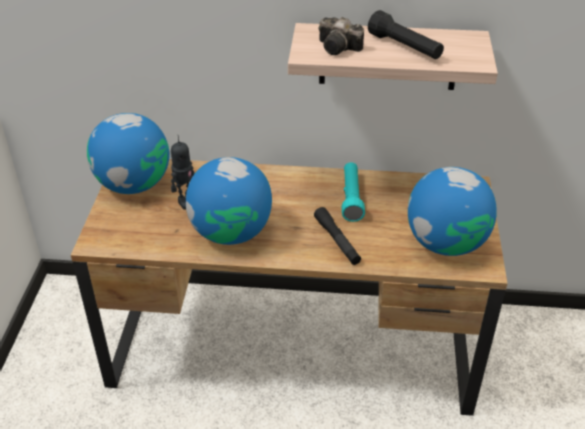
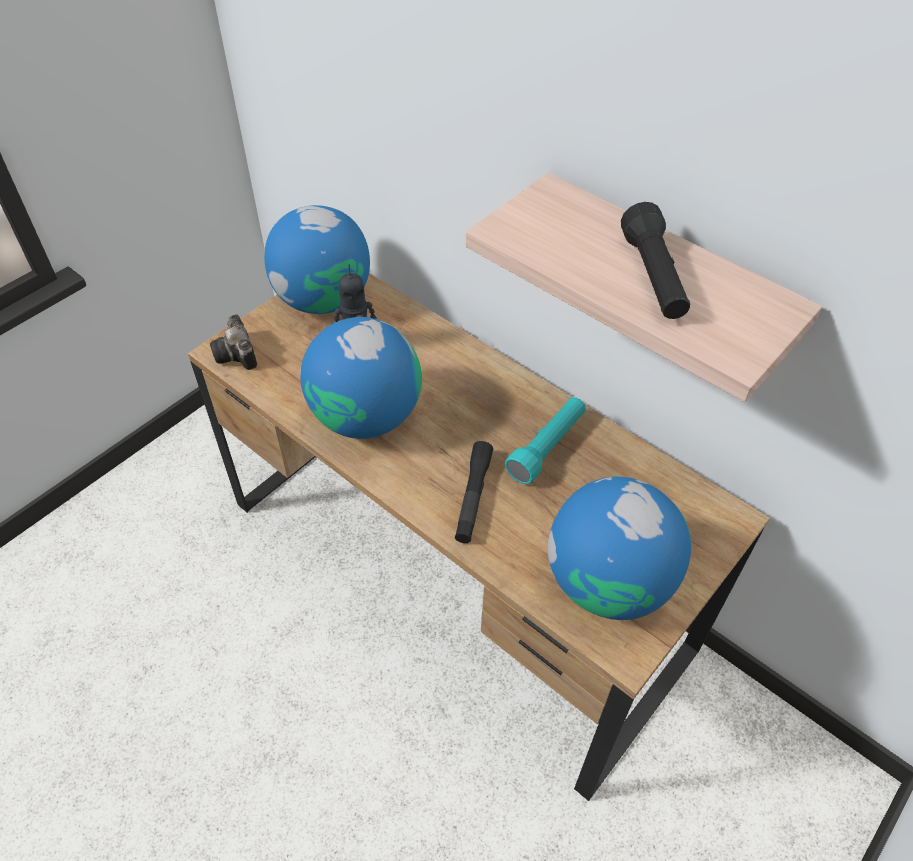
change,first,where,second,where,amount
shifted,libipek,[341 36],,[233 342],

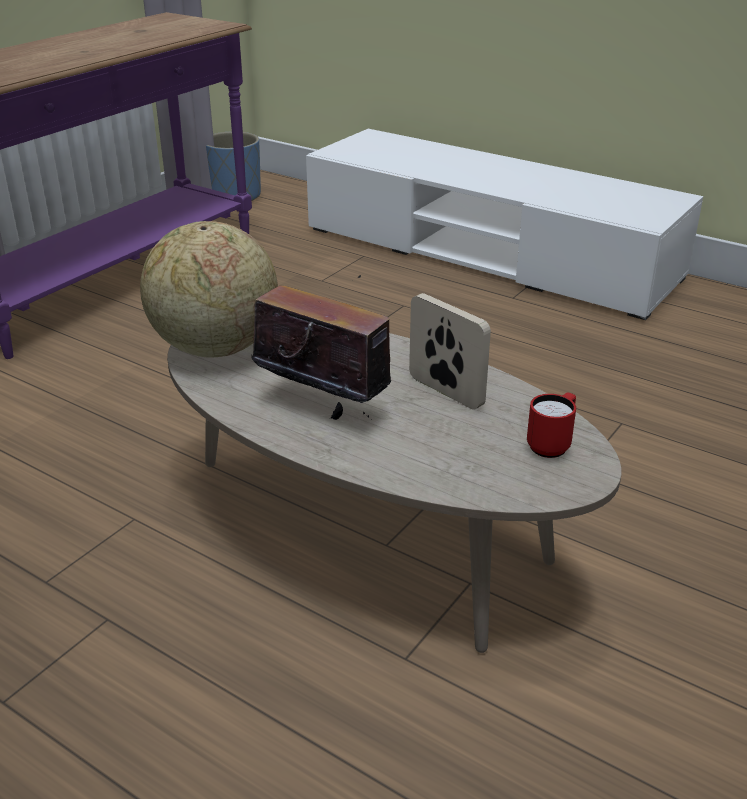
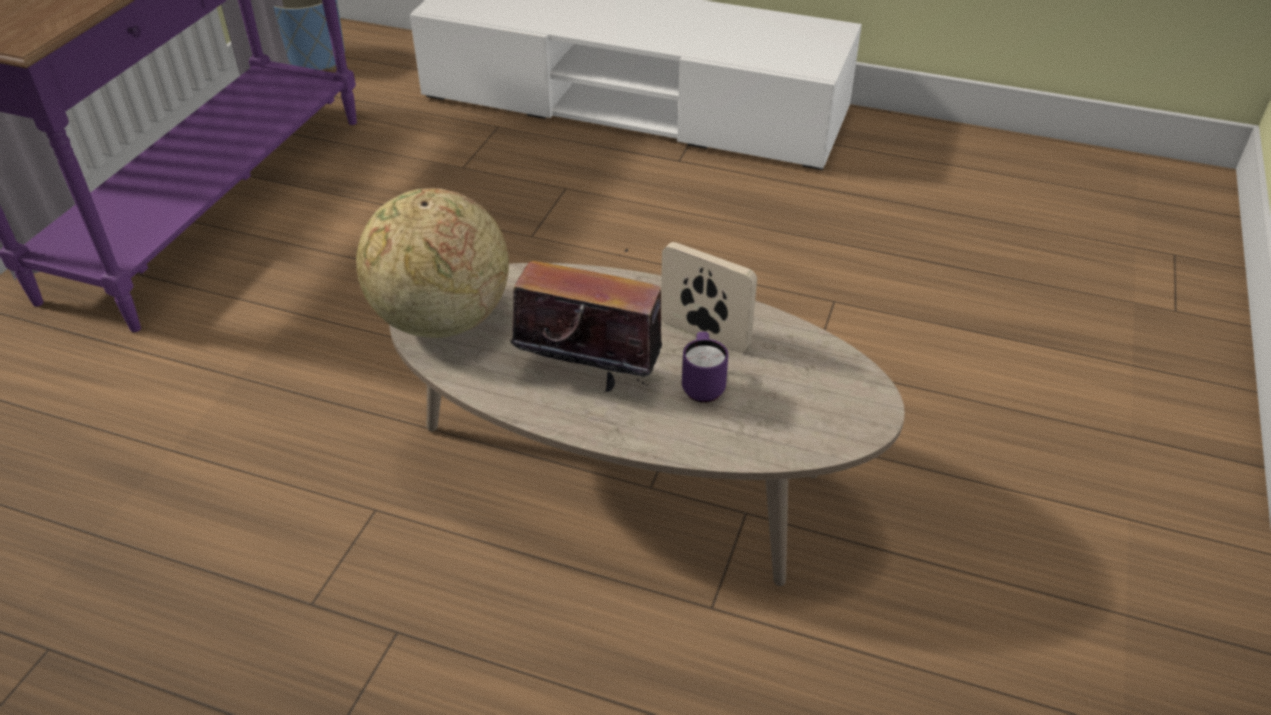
change,first,where,second,where,amount
gone,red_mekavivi,[551 425],,,
new,,,purple_mekavivi,[705 367],

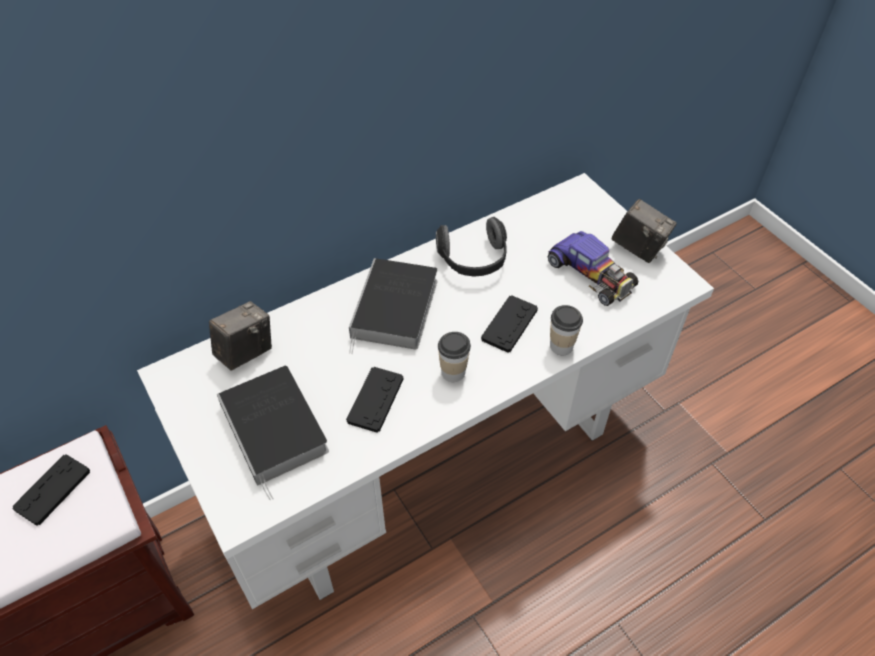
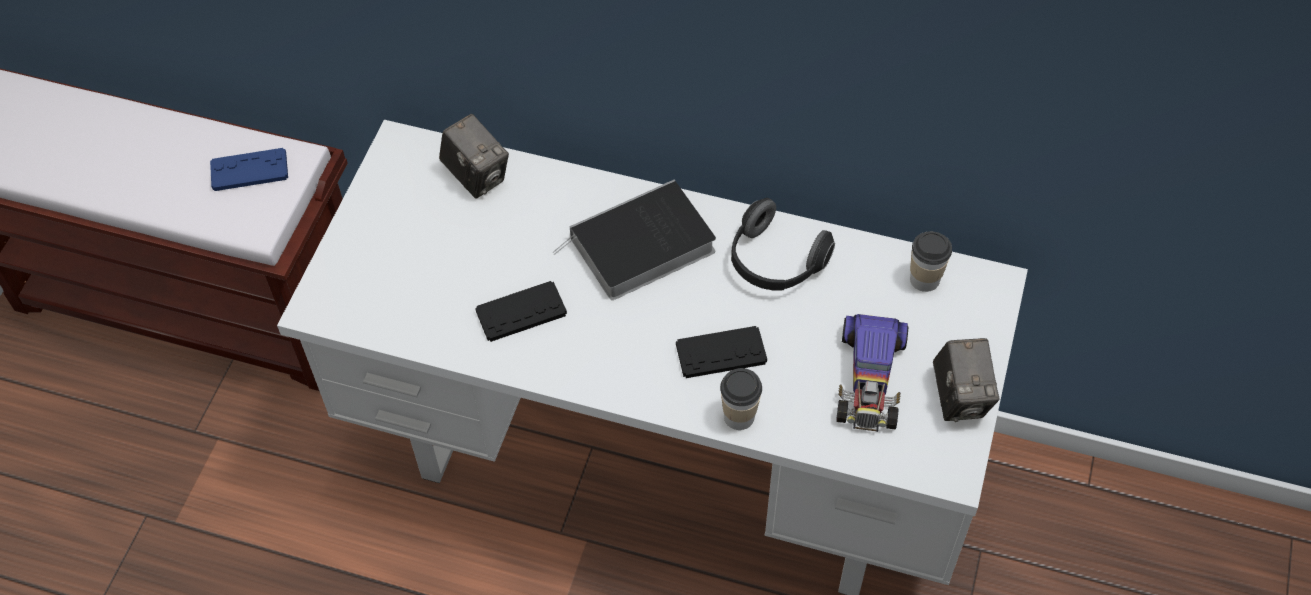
change,first,where,second,where,amount
rotated,libipek,[240 336],,[474 156],45 degrees clockwise
shifted,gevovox,[454 357],,[931 261],
gone,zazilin,[273 433],,,
repainted,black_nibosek,[51 490],blue_nibosek,[249 169],

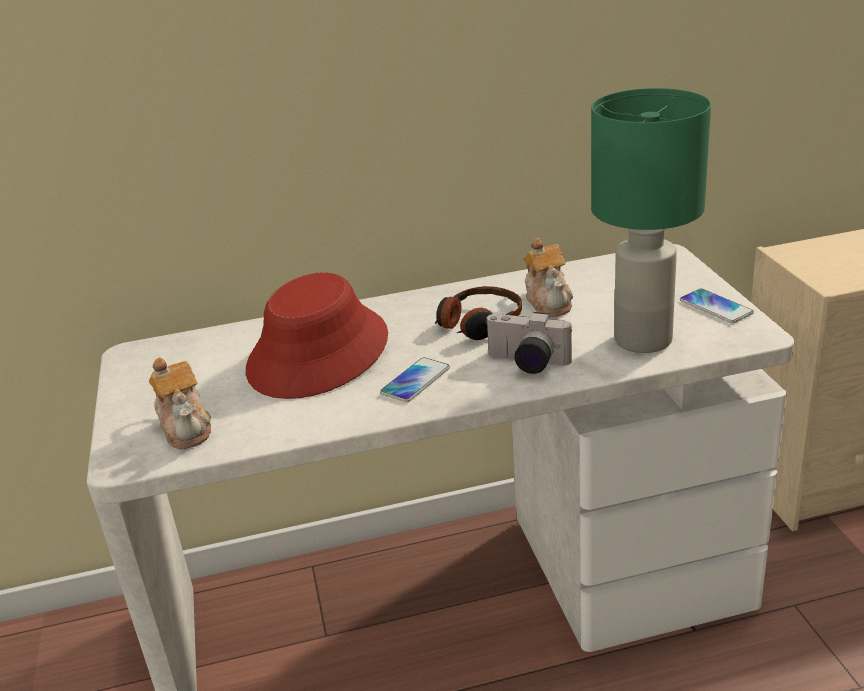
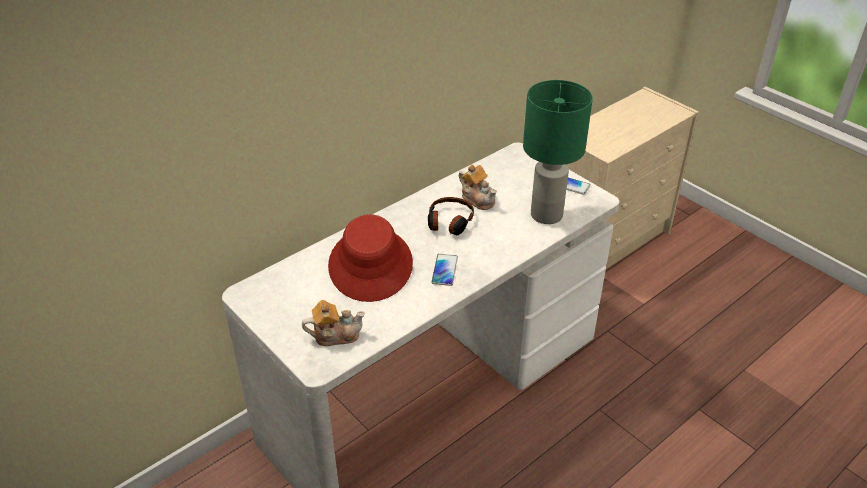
change,first,where,second,where,amount
gone,libipek,[528 343],,,
rotated,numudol,[180 403],,[333 323],45 degrees counterclockwise

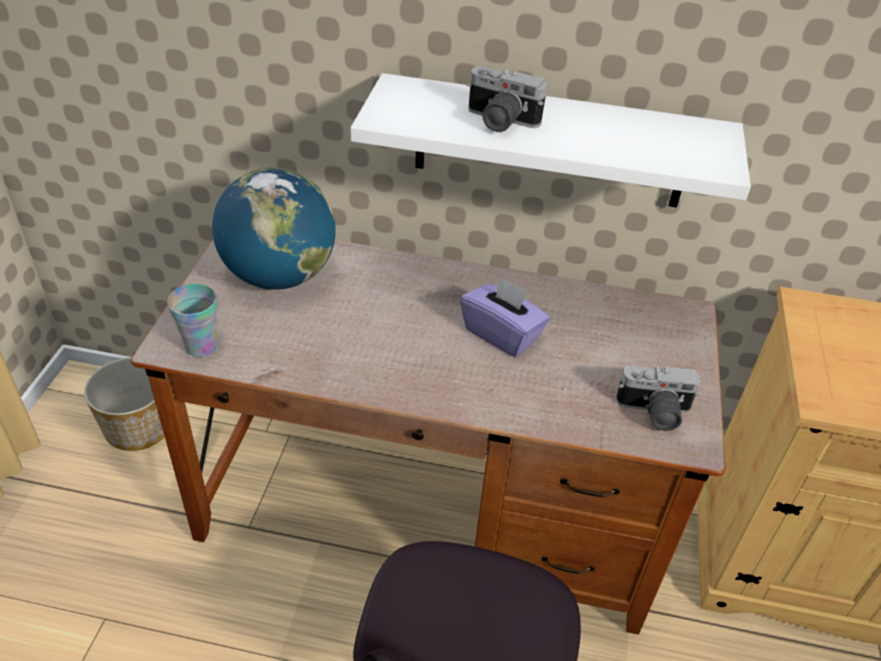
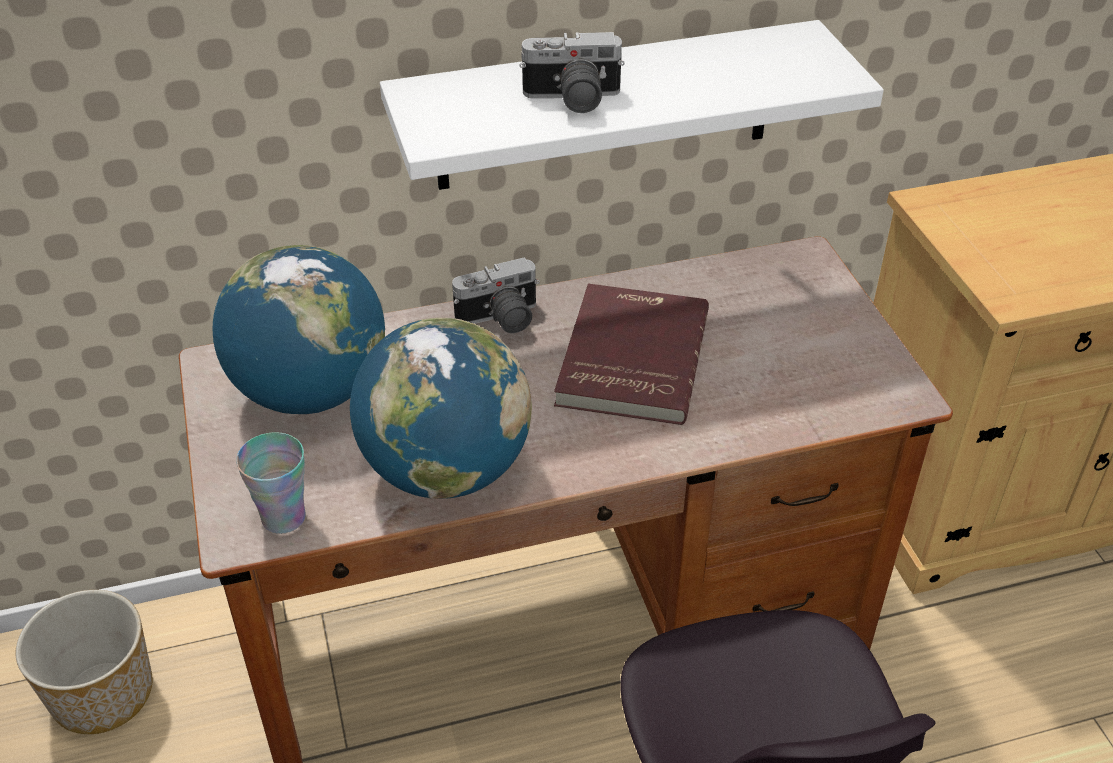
change,first,where,second,where,amount
swapped,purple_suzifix,[505 316],red_zazilin,[631 354],
shifted,libipek,[658 398],,[496 295],
new,,,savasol,[441 408],

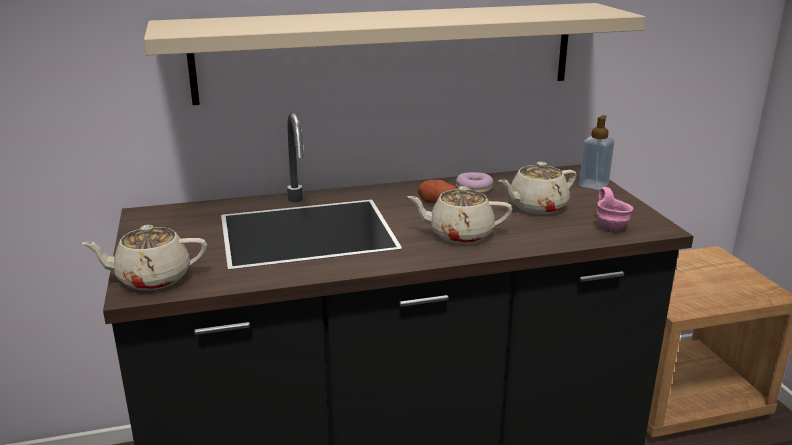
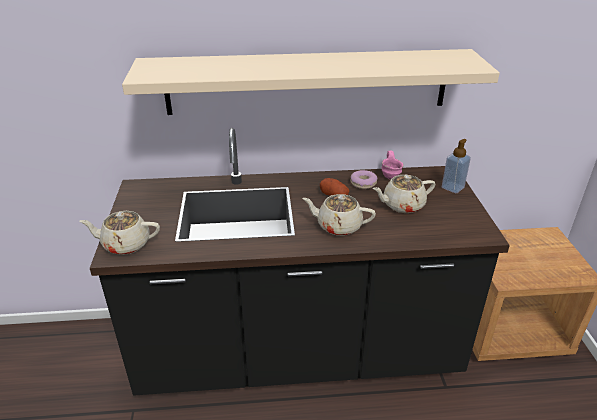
change,first,where,second,where,amount
shifted,pink_mekavivi,[615 209],,[392 165],

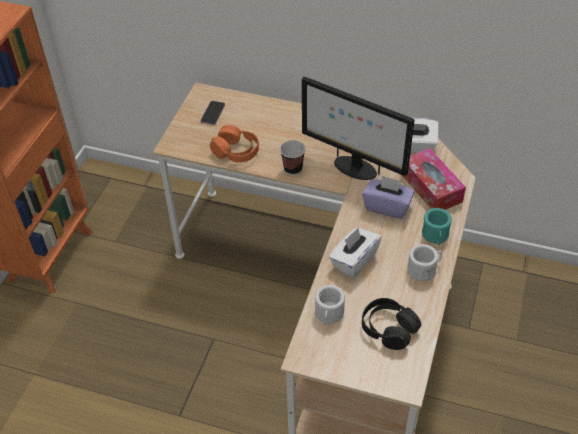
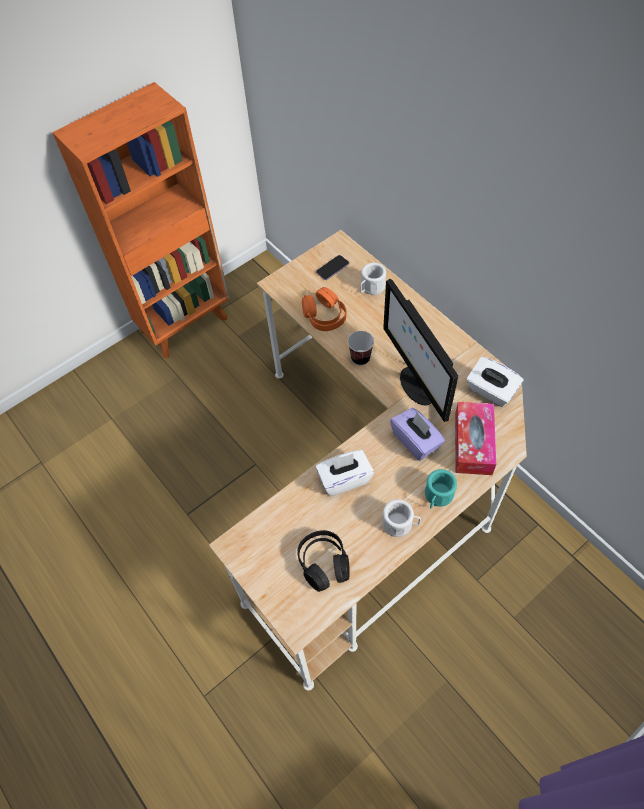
change,first,where,second,where,amount
shifted,white_mekavivi,[330 305],,[373 279],

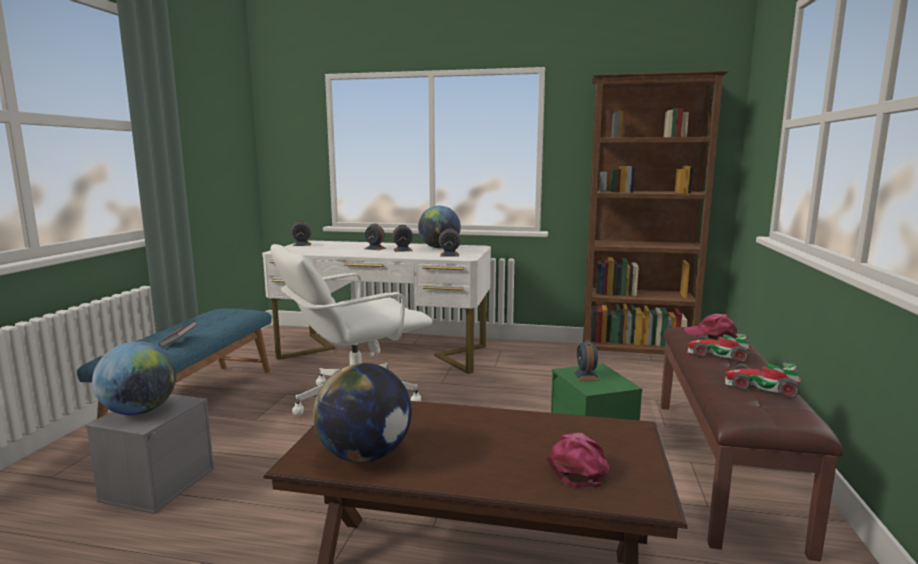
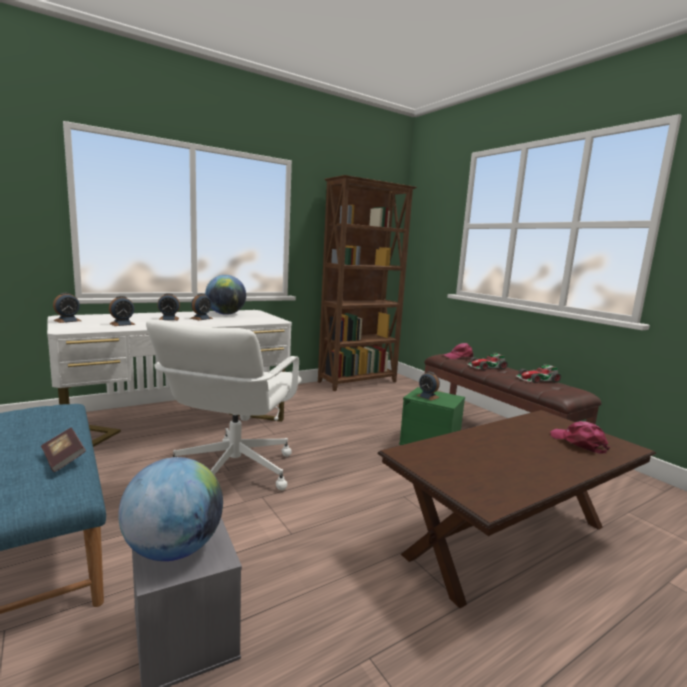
change,first,where,second,where,amount
shifted,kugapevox,[450 242],,[122 311],
gone,savasol,[362 413],,,

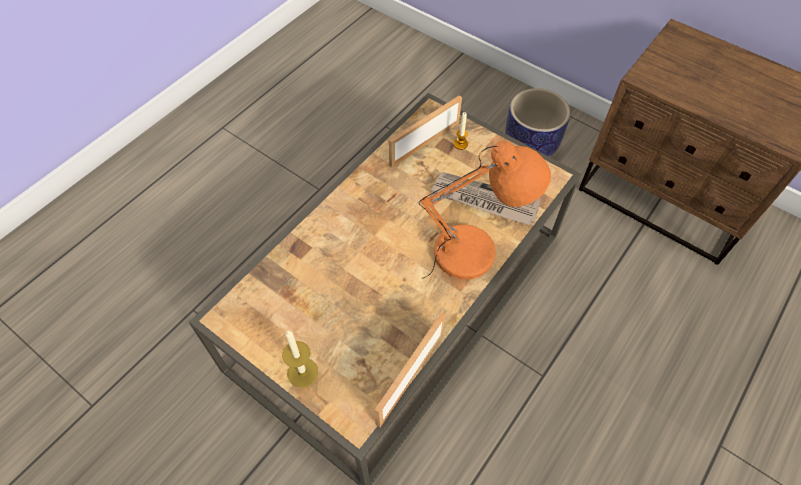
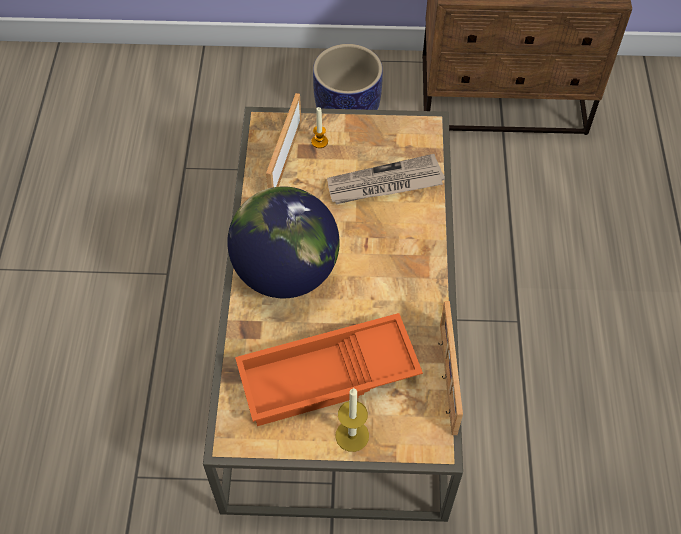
change,first,where,second,where,amount
gone,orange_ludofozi,[485 210],,,
new,,,savasol,[283 242],
new,,,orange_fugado,[329 369],

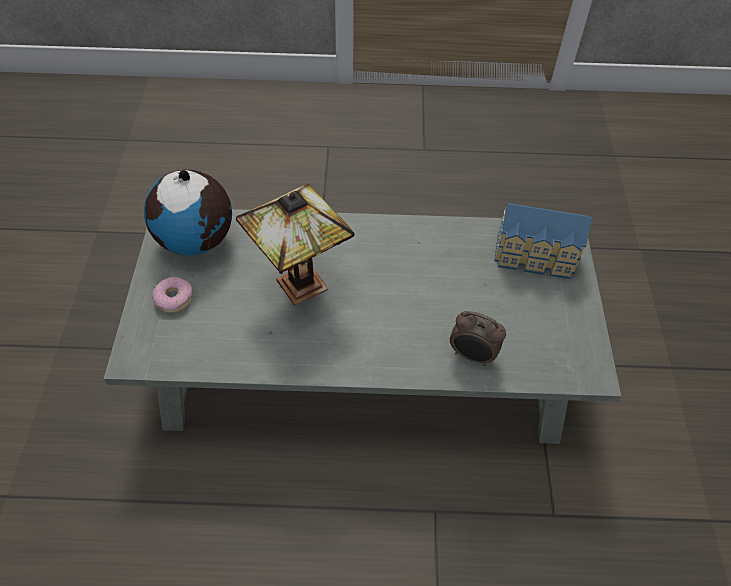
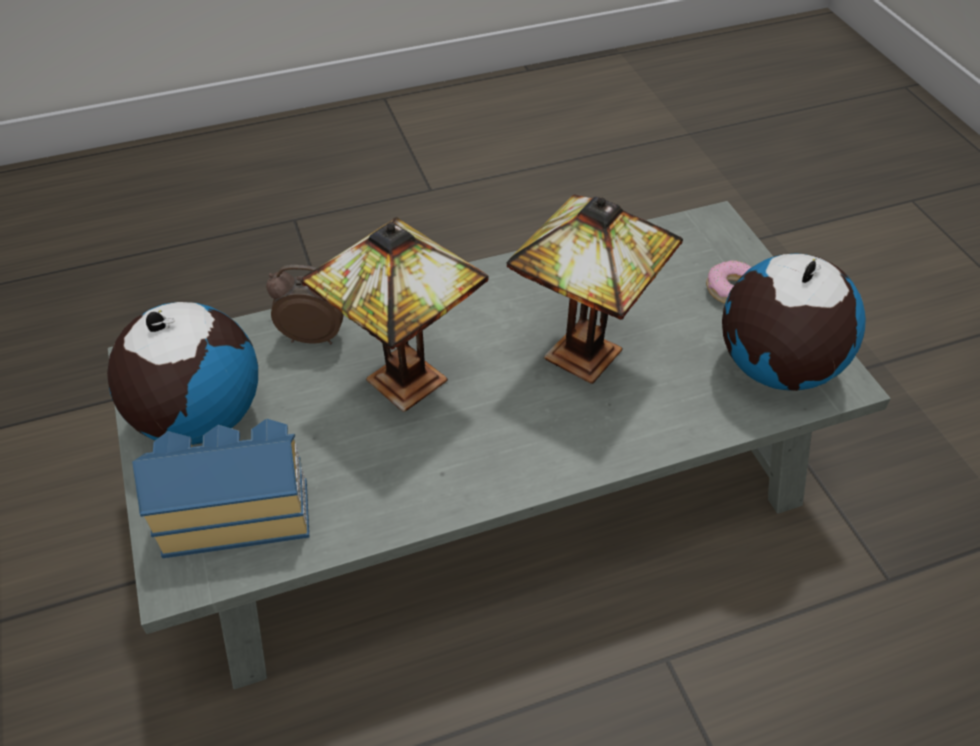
change,first,where,second,where,amount
new,,,ludofozi,[395 314],
new,,,savasol,[182 373],

